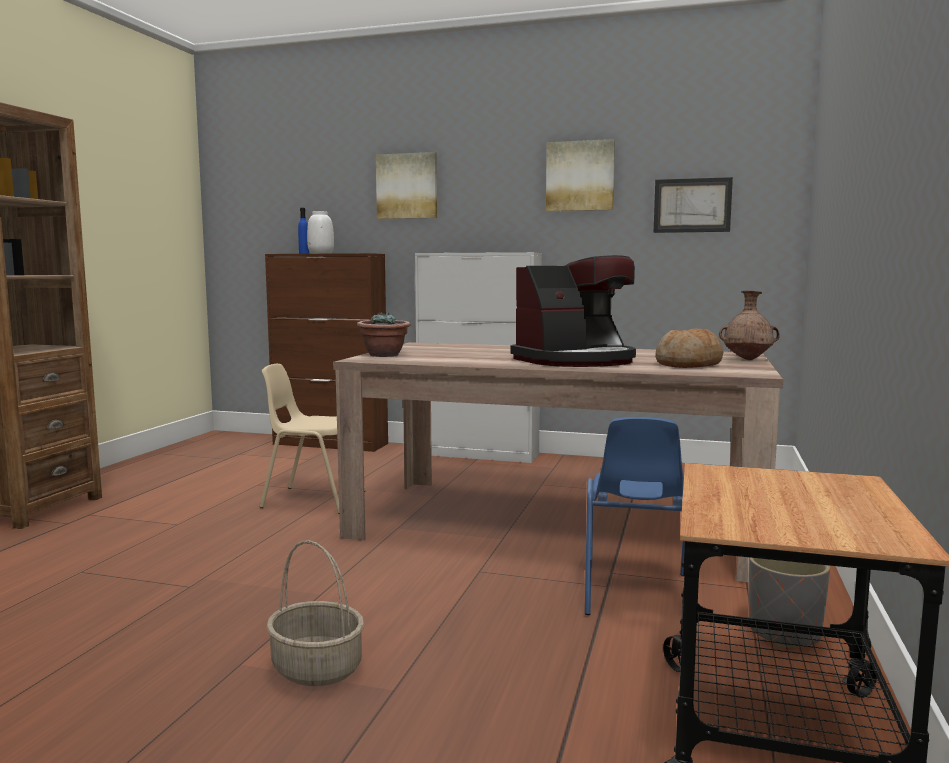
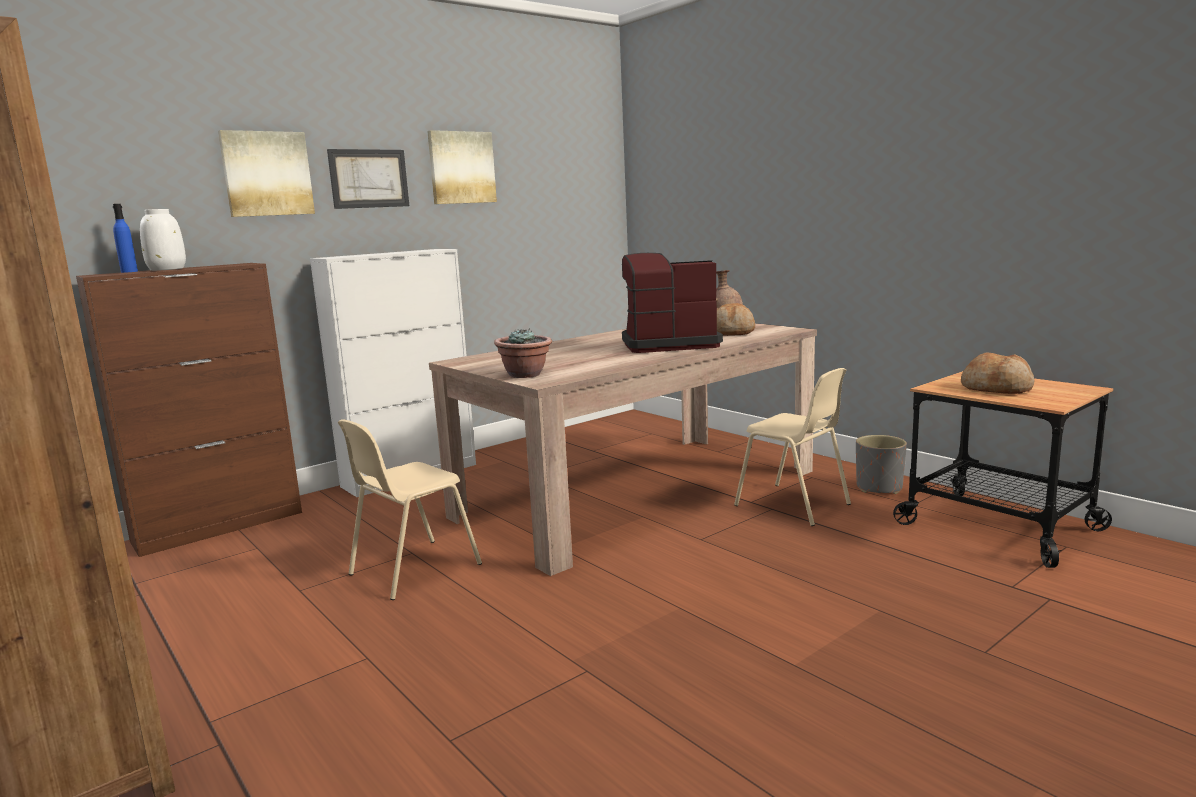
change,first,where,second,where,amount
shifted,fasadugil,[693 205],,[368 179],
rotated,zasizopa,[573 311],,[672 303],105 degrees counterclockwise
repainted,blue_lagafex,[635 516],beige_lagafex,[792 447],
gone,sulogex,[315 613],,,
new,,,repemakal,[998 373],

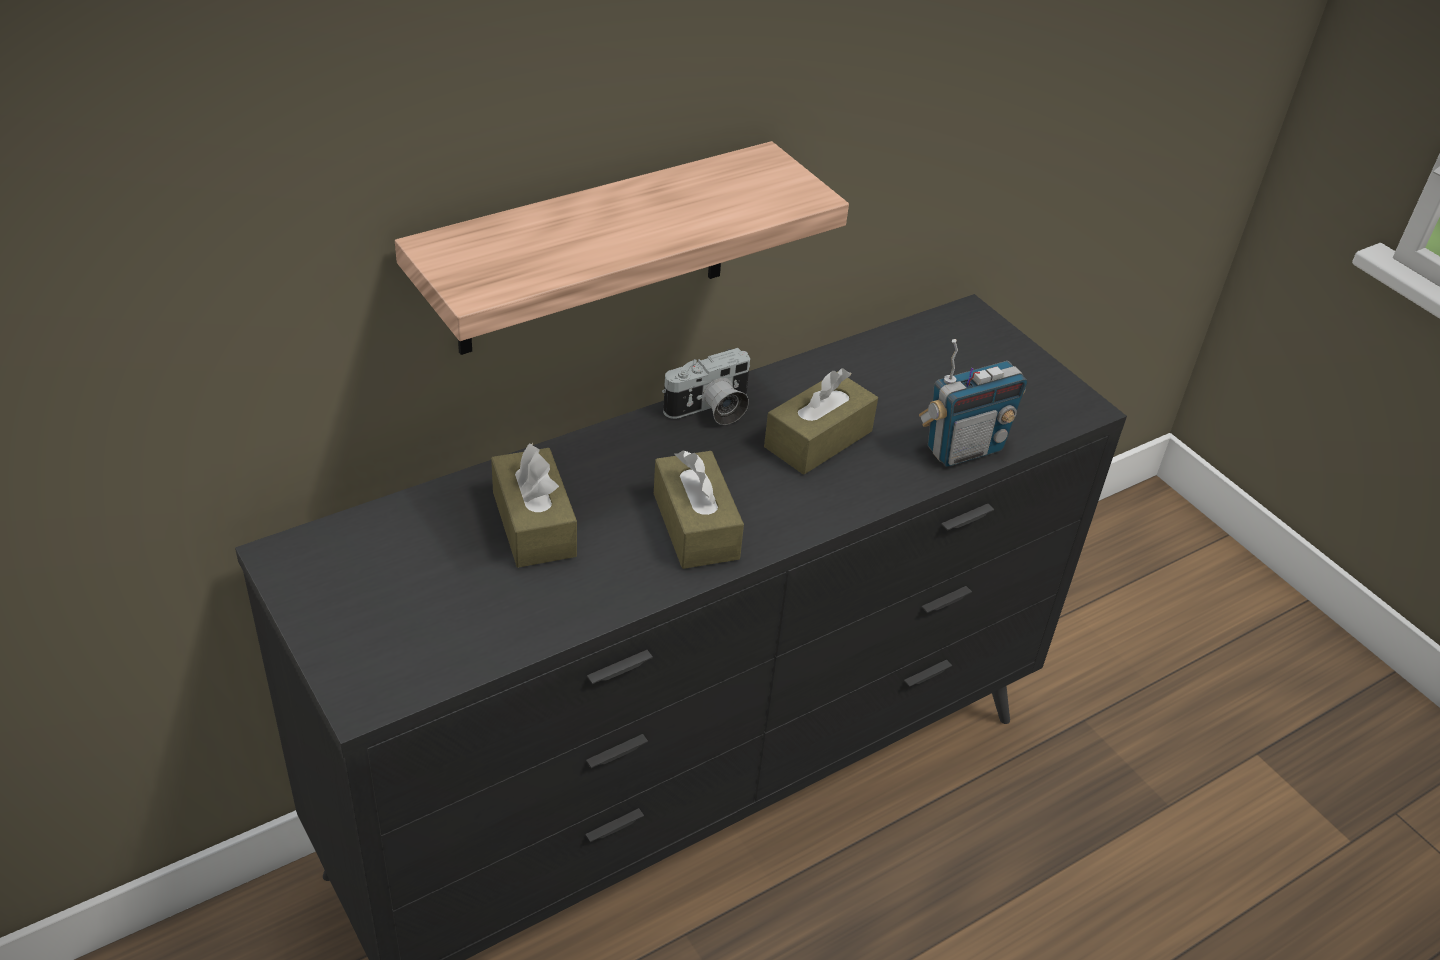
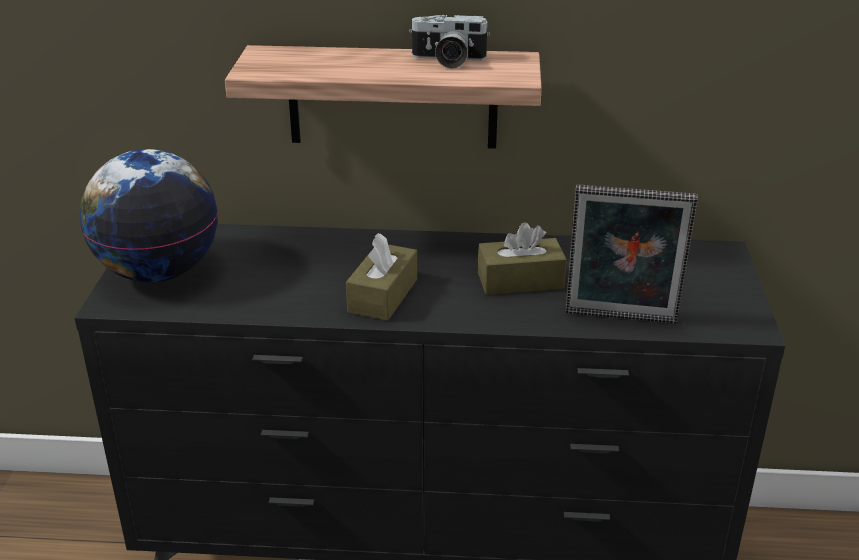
change,first,where,second,where,amount
swapped,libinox,[973 403],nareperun,[632 254],
shifted,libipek,[706 386],,[449 42],
gone,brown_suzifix,[534 505],,,
new,,,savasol,[149 215],

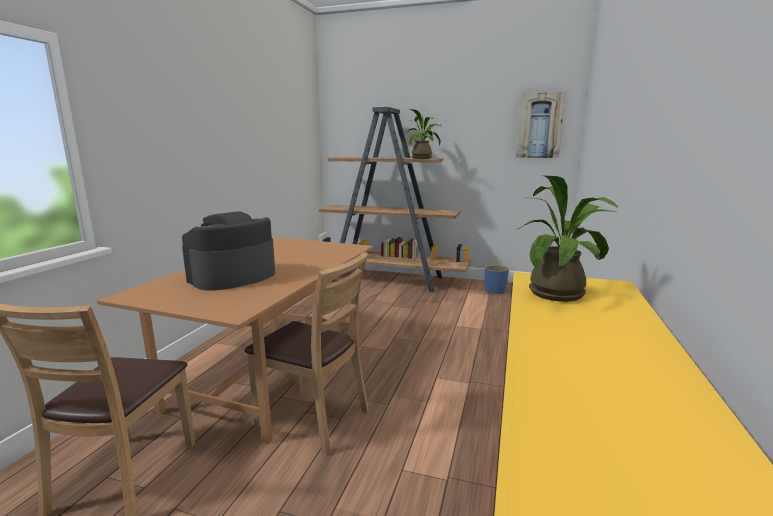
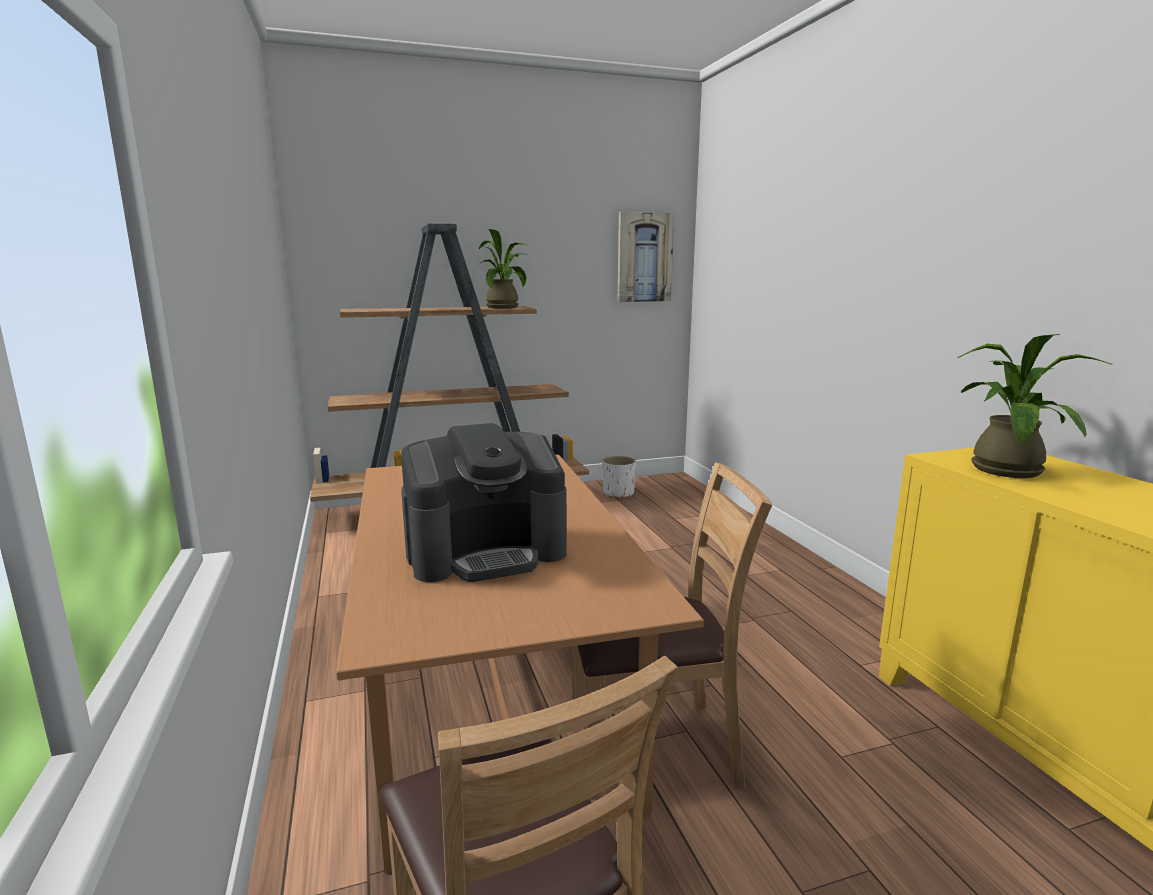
change,first,where,second,where,amount
rotated,zasizopa,[228 251],,[484 502],120 degrees counterclockwise
repainted,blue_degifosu,[496 279],white_degifosu,[619 477],

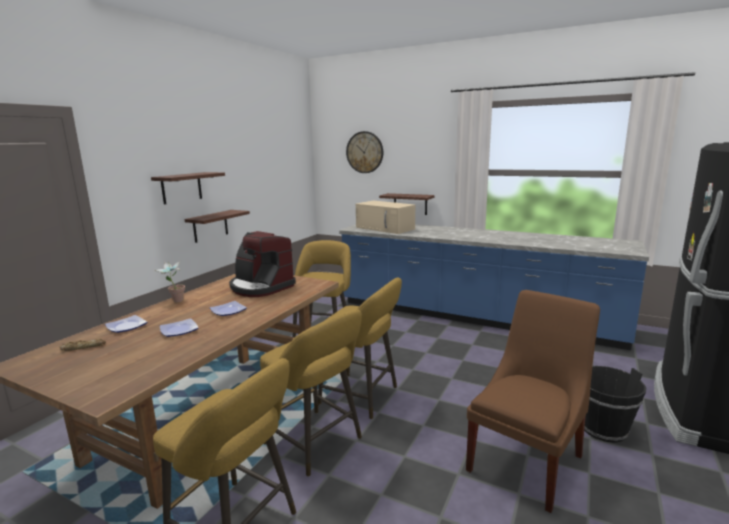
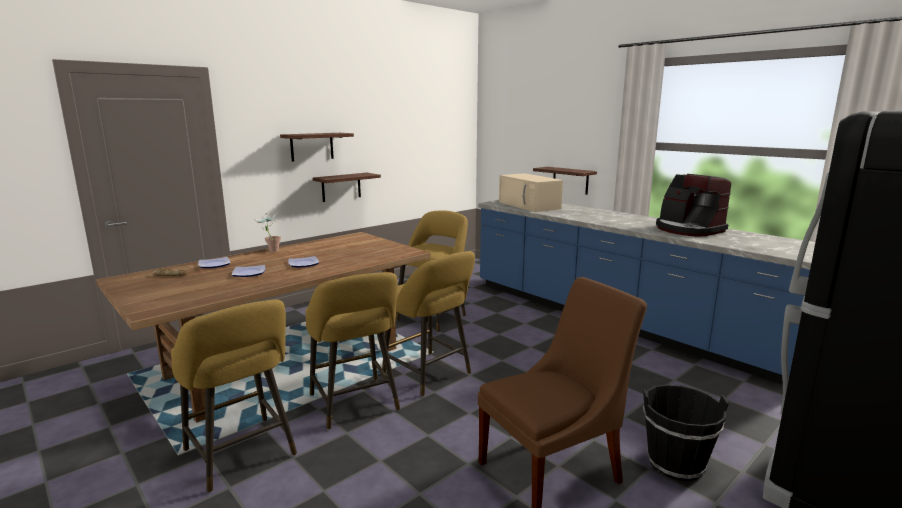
change,first,where,second,where,amount
gone,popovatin,[364 152],,,
shifted,zasizopa,[262 264],,[693 205],

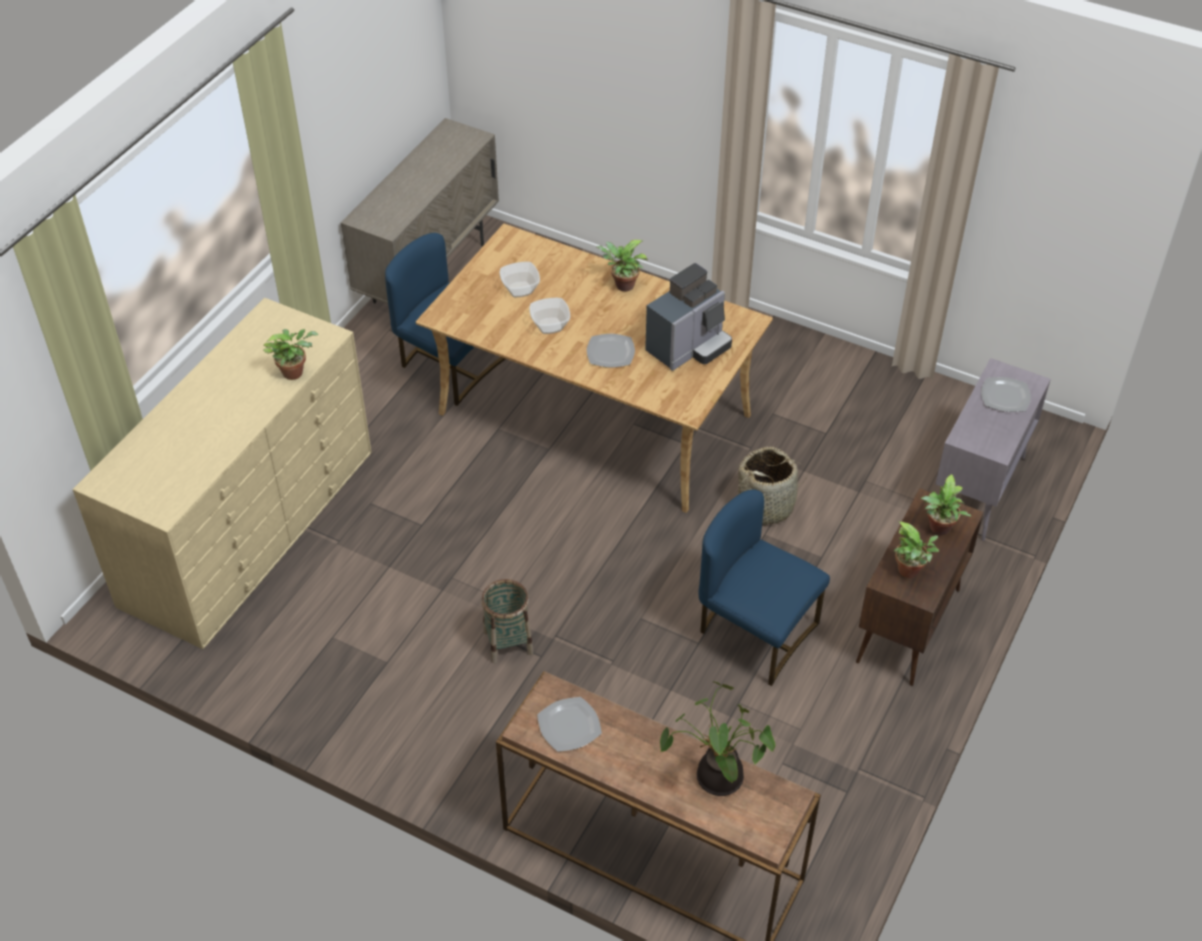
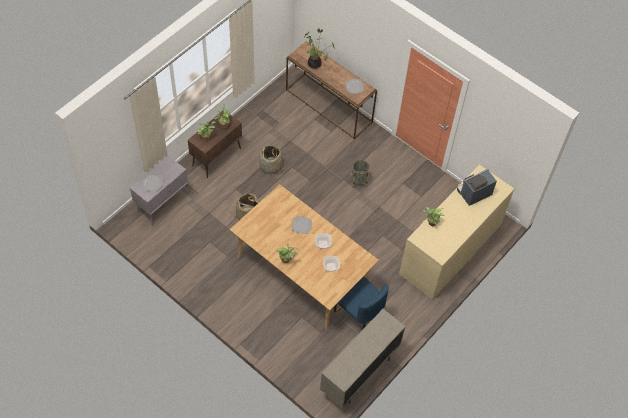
change,first,where,second,where,amount
shifted,zasizopa,[688 317],,[477 187],
swapped,blue_lagafex,[764 588],sulogex,[271 159],

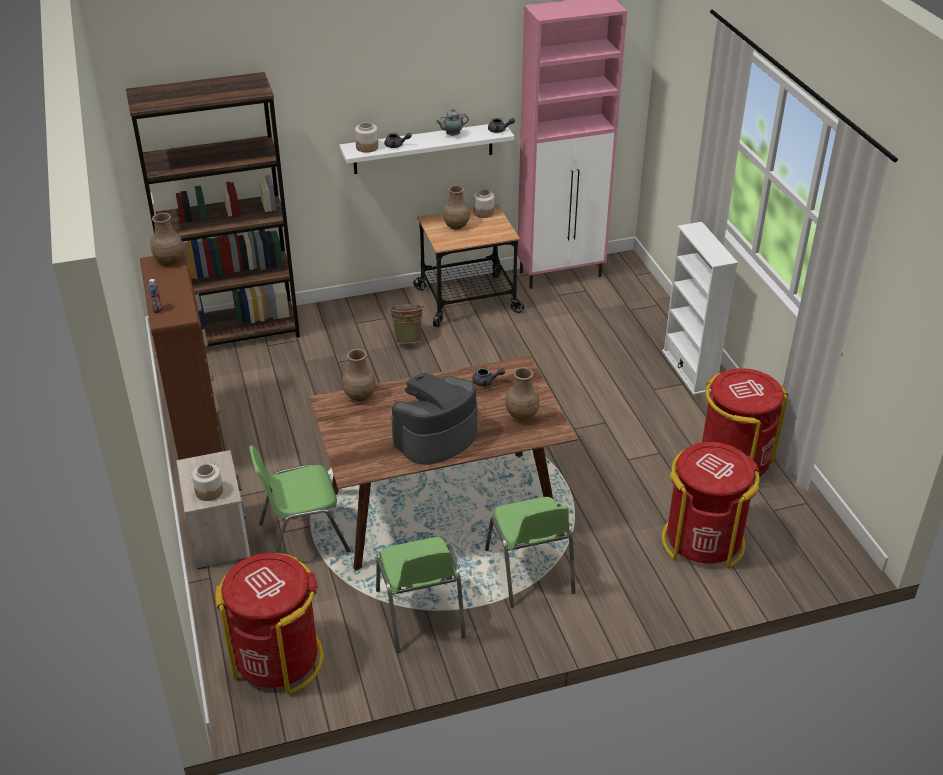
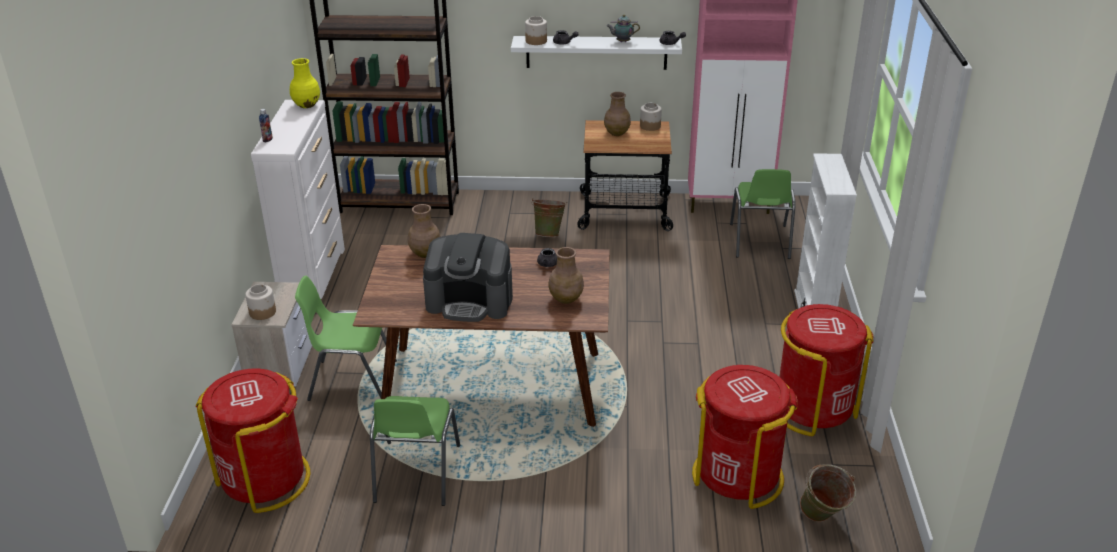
change,first,where,second,where,amount
repainted,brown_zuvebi,[166 239],yellow_zuvebi,[305 83],
repainted,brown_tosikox,[181 356],white_tosikox,[298 199],
rotated,zasizopa,[434 419],,[468 277],150 degrees counterclockwise
shifted,green_lagafex,[530 552],,[763 214],
new,,,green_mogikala,[828 493],

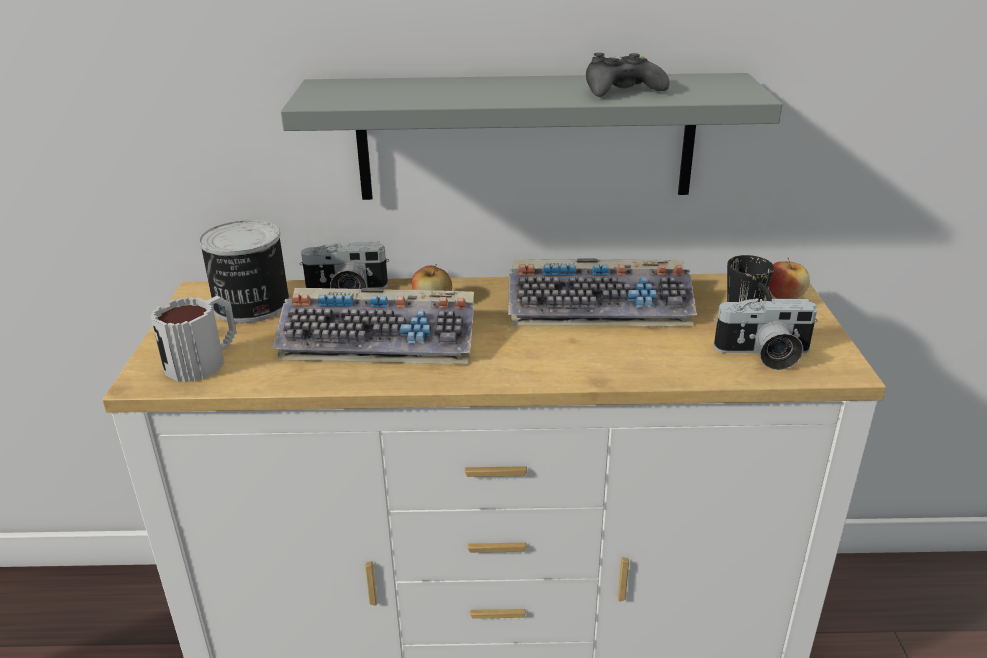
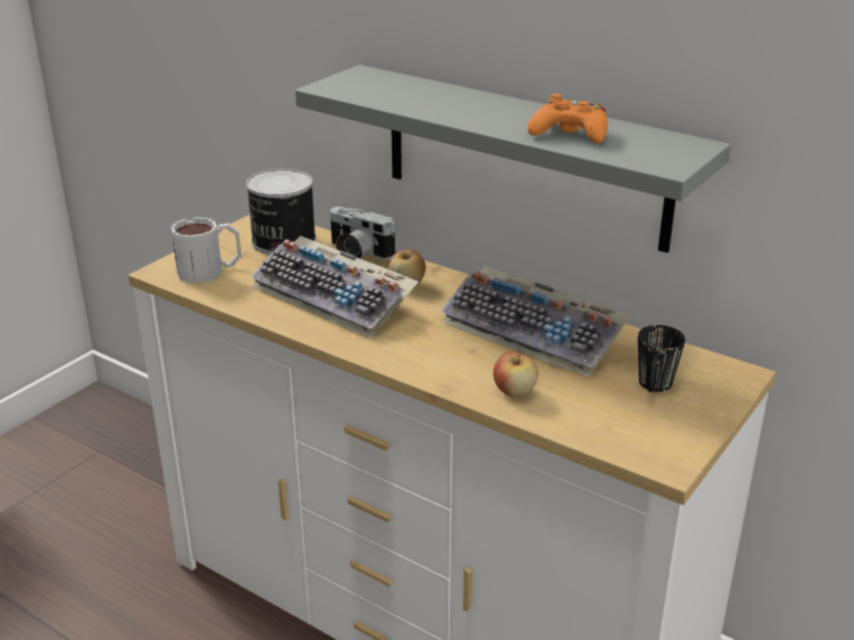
change,first,where,second,where,amount
repainted,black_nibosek,[628 75],orange_nibosek,[568 118],
shifted,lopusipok,[789 278],,[515 373],
gone,libipek,[765 334],,,

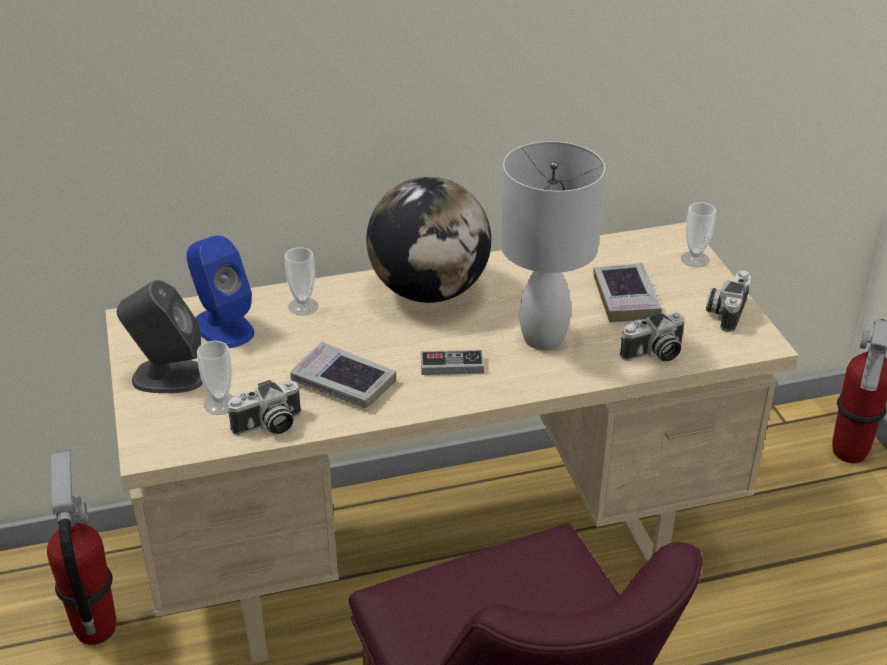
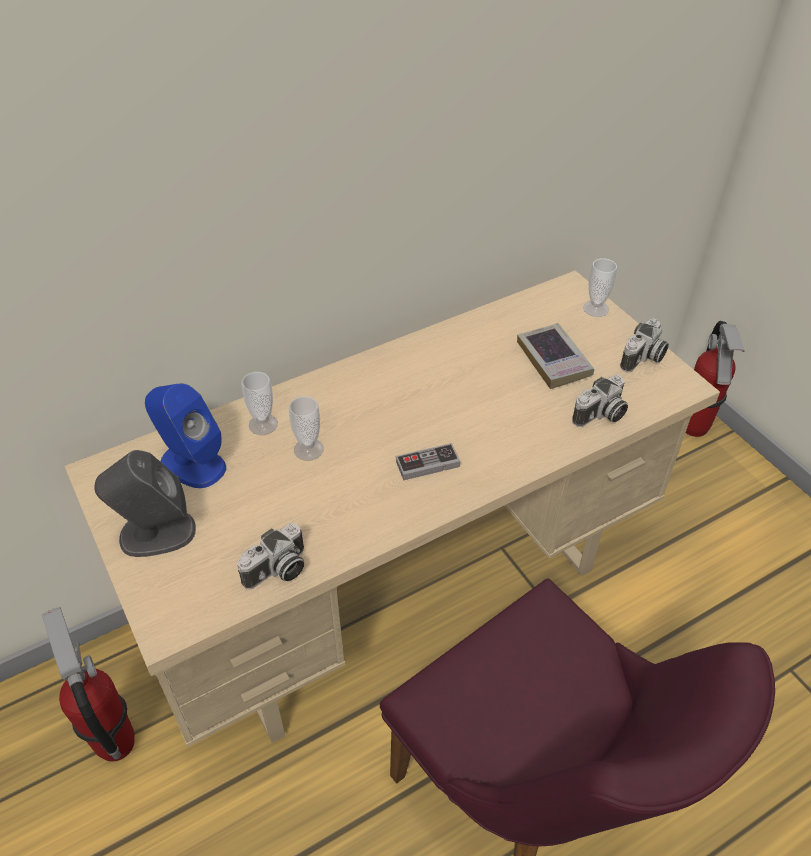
change,first,where,second,where,amount
gone,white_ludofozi,[553 245],,,
gone,savasol,[428 240],,,
rotated,libipek,[728 301],,[644 345],150 degrees counterclockwise
shifted,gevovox,[215 378],,[306 428],
gone,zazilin,[343 375],,,

